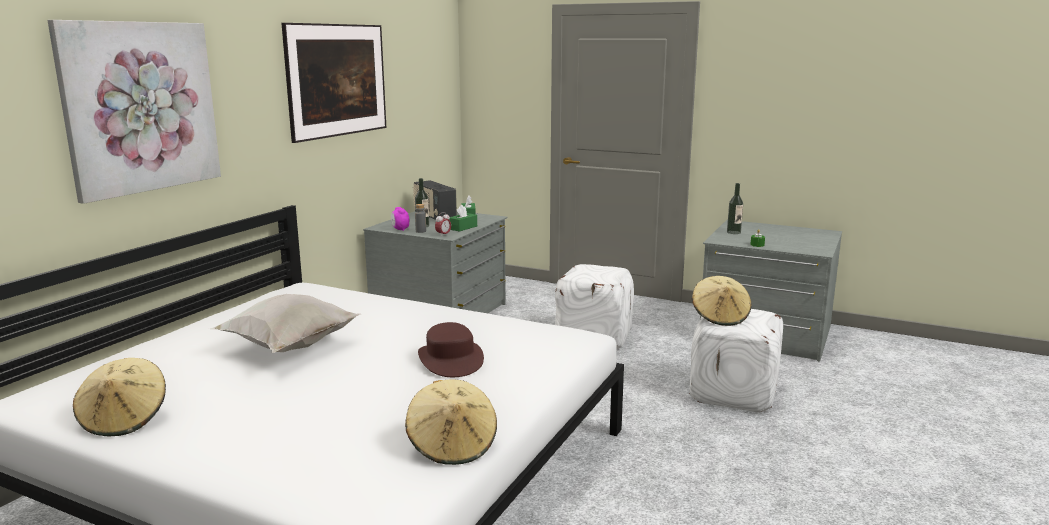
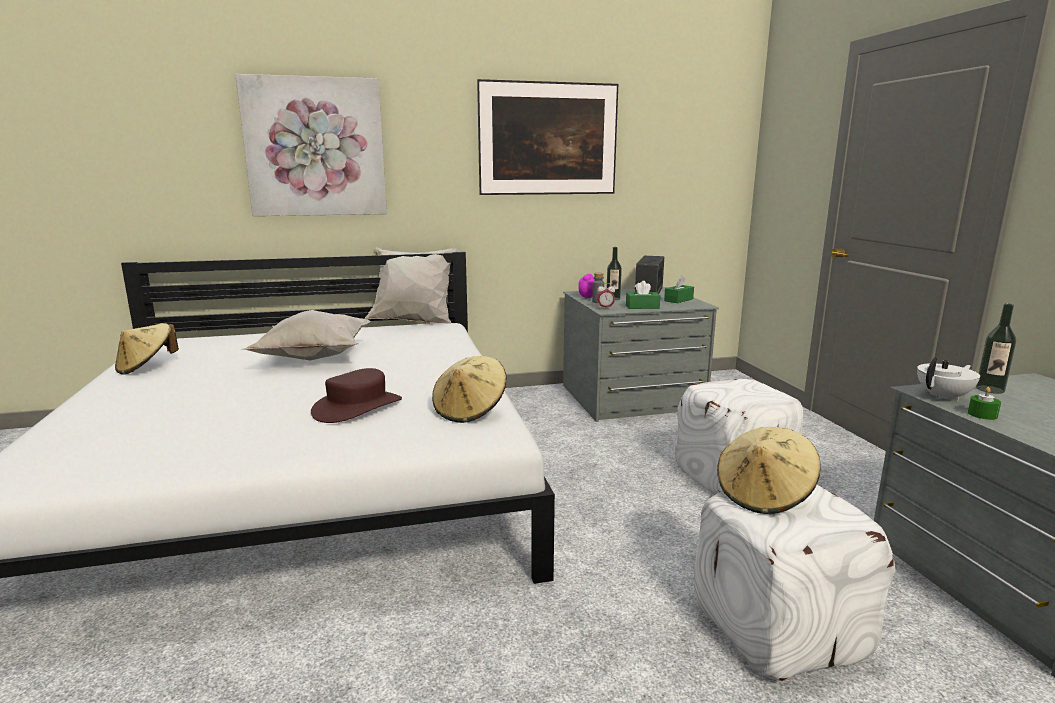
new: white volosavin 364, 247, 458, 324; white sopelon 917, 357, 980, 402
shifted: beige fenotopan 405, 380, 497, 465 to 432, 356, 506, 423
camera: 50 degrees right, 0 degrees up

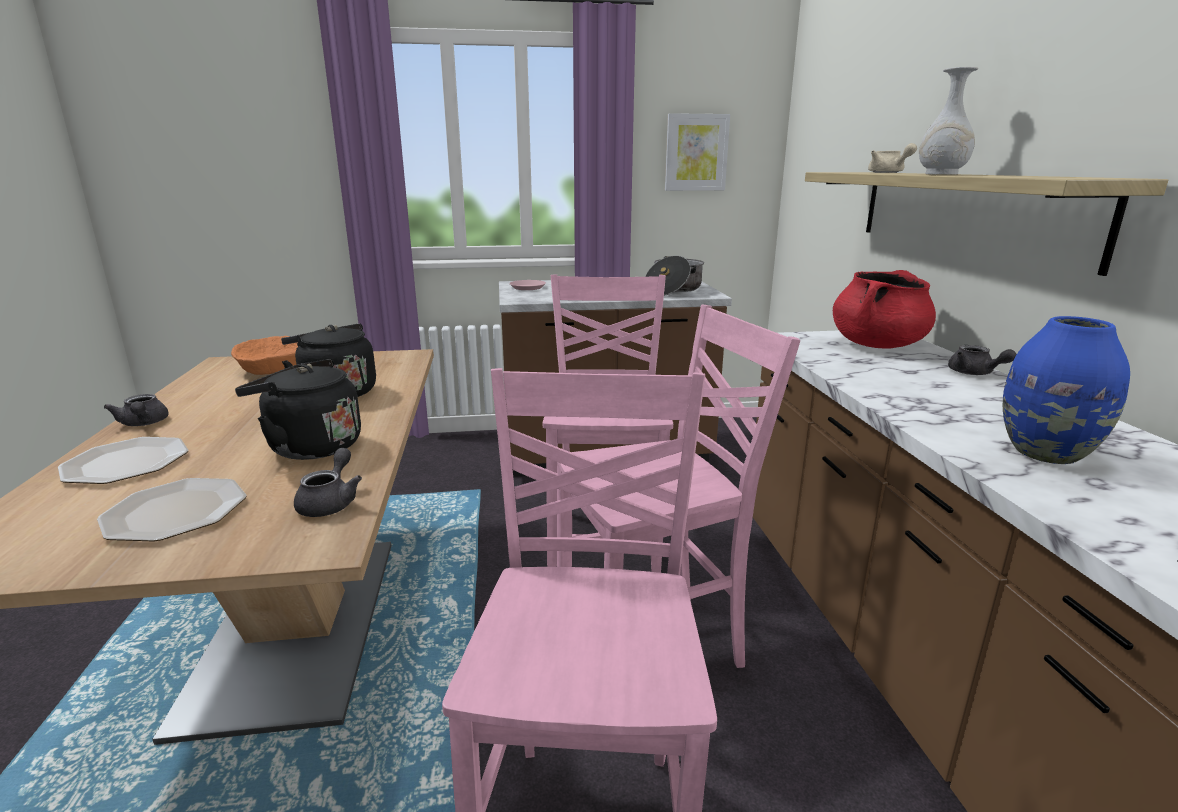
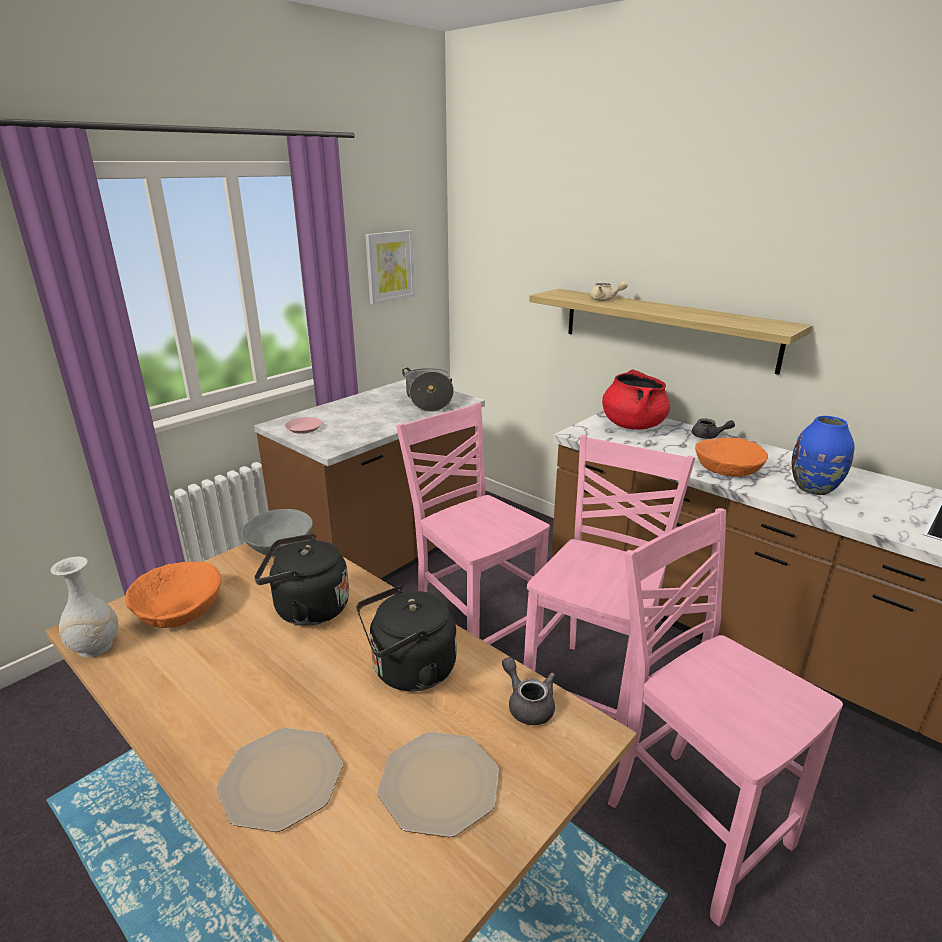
gone: grey sopelon 104, 394, 169, 426
new: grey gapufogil 241, 509, 313, 556; orange gapufogil 695, 438, 768, 477
shifted: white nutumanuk 919, 67, 978, 175 to 50, 556, 118, 657
camera: 40 degrees left, 5 degrees up

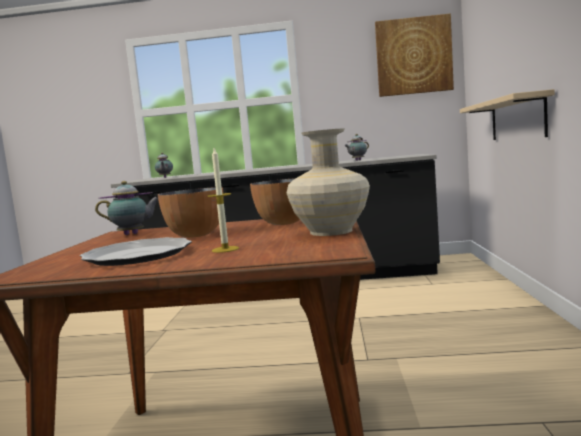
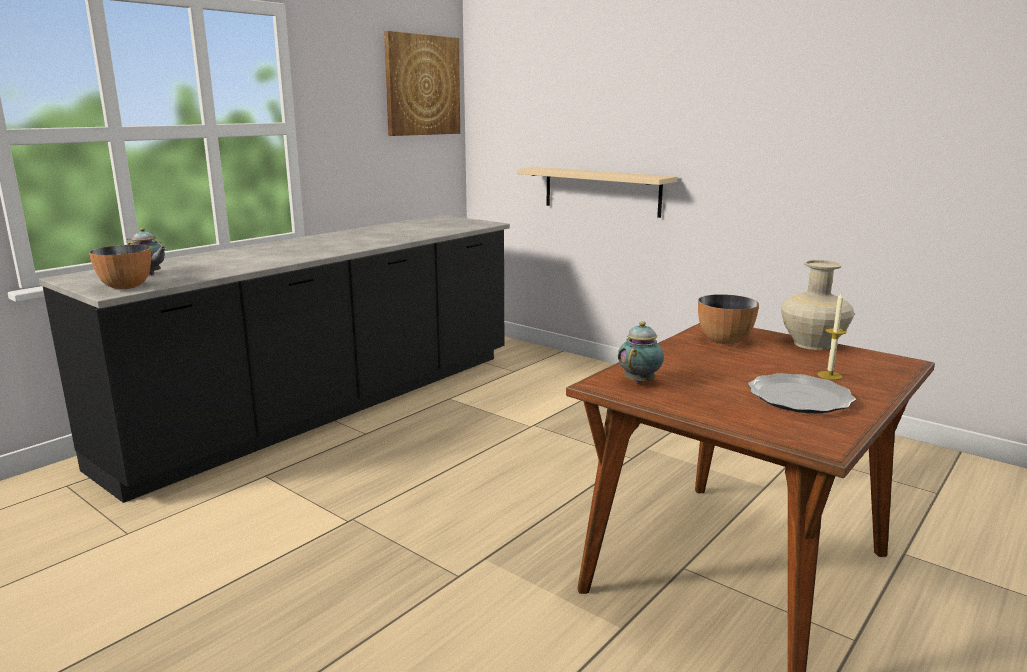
gone: sopelon 344, 134, 369, 161
shifted: gapufogil 158, 187, 223, 238 to 89, 245, 151, 289
camera: 55 degrees left, 10 degrees up

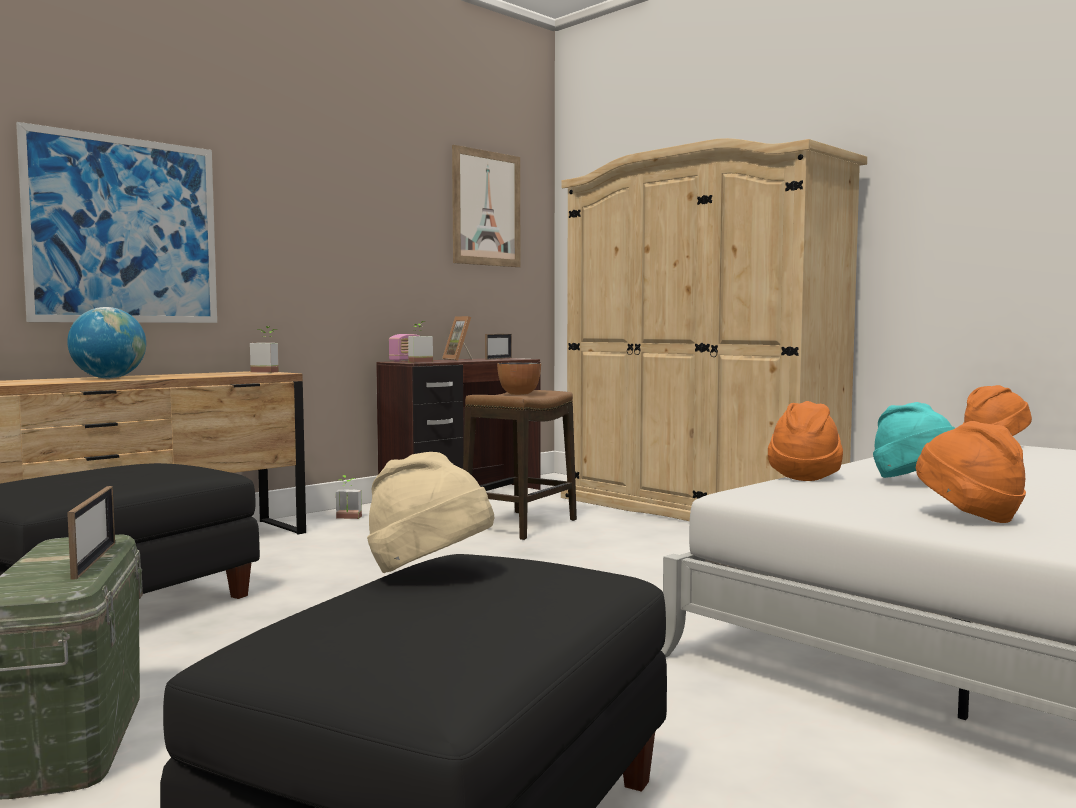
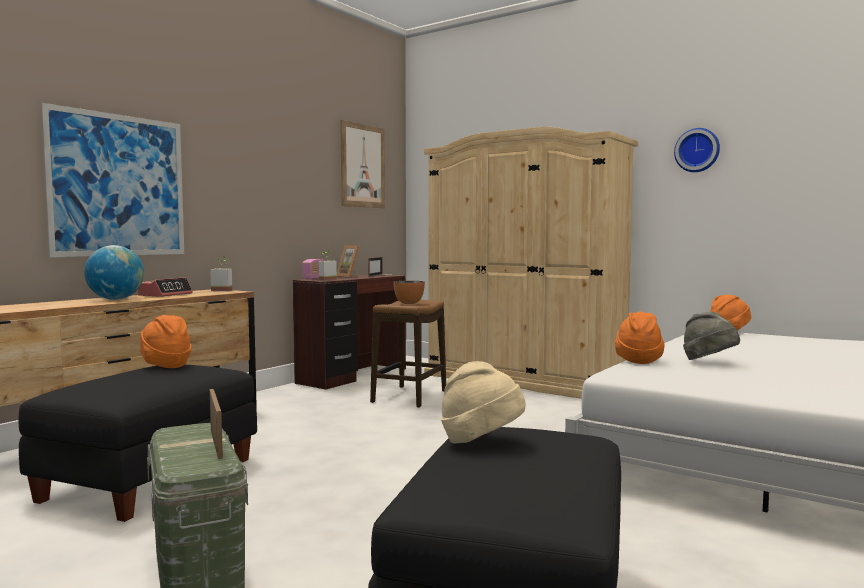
gone: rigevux 336, 475, 362, 519
new: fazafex 138, 278, 193, 297; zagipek 674, 128, 720, 172
shifted: orange fenotopan 916, 421, 1026, 523 to 140, 315, 191, 368
repainted: turquoise fenotopan 873, 402, 955, 478 to grey fenotopan 683, 312, 740, 360
camera: 10 degrees left, 0 degrees up

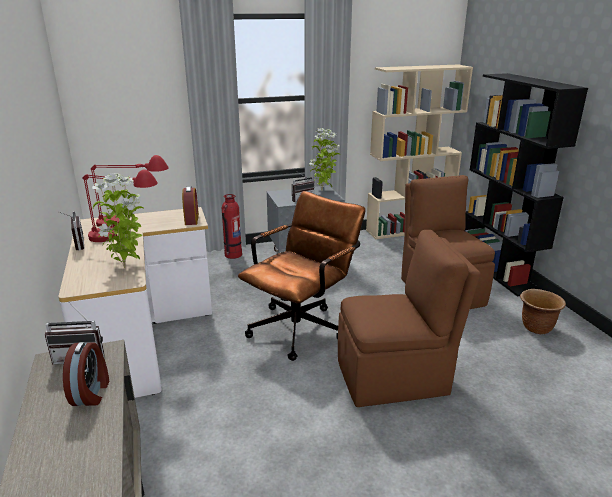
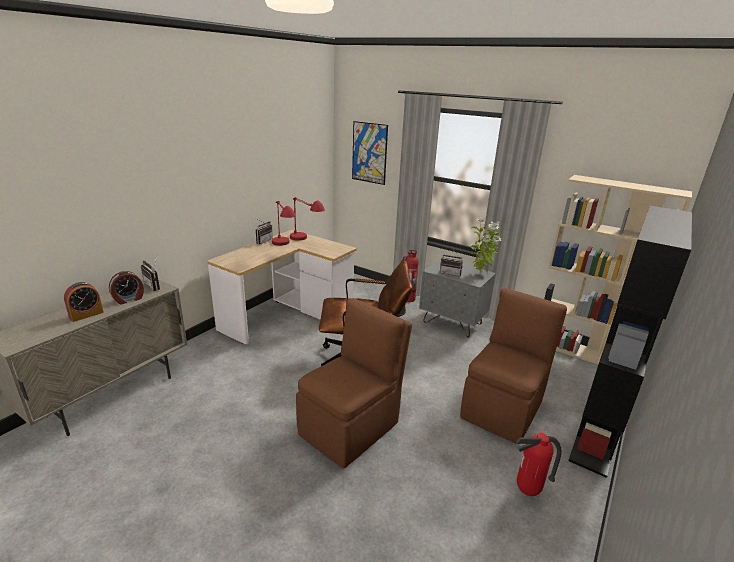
gone: rigevux 92, 173, 144, 268
new: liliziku 352, 121, 388, 185
shifted: fazafex 182, 186, 199, 225 to 64, 282, 104, 322
swapped: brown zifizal 520, 289, 566, 334 to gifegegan 516, 432, 562, 496
rotated: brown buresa 338, 230, 481, 407 = 296, 298, 412, 468 90 degrees counterclockwise
camera: 50 degrees right, 0 degrees up

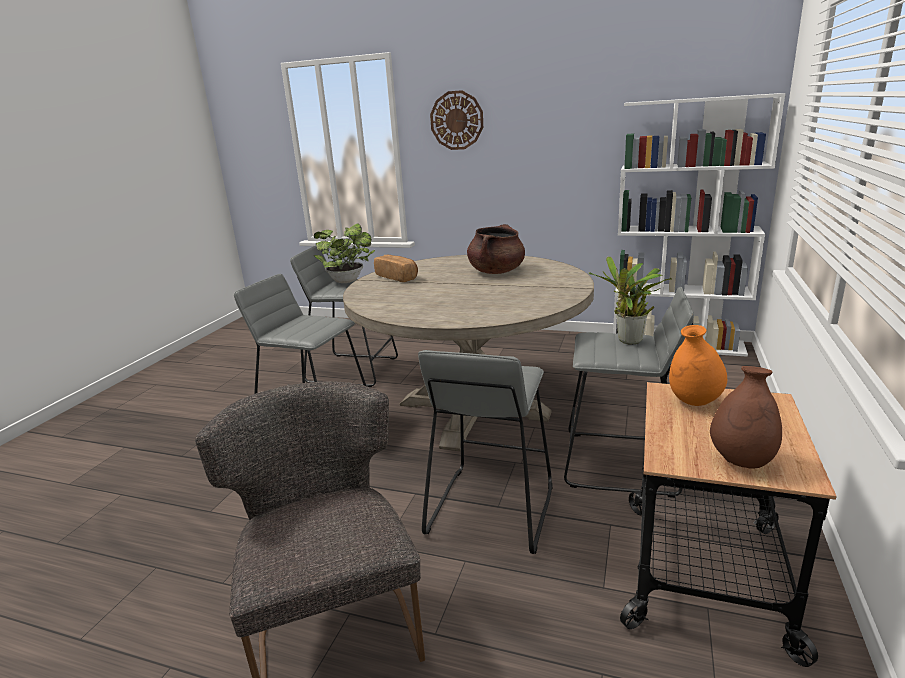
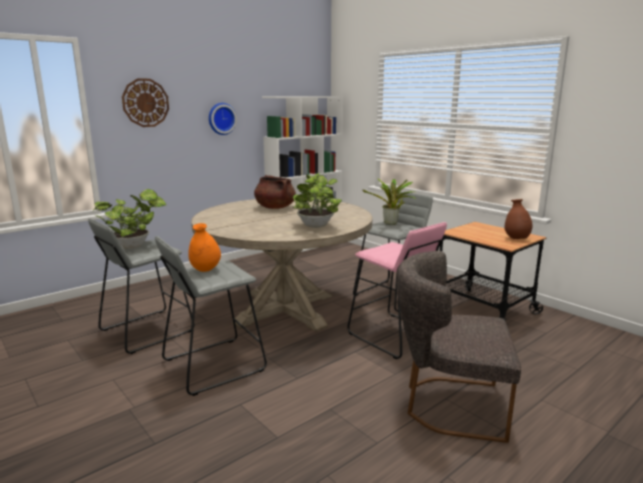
gone: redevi 374, 255, 418, 282
new: zagipek 209, 103, 237, 135; rigevux 292, 173, 342, 228
shifted: orange nutumanuk 669, 325, 727, 406 to 188, 223, 221, 272
repainted: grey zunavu 418, 350, 552, 554 to pink zunavu 347, 222, 447, 359
camera: 60 degrees left, 5 degrees down

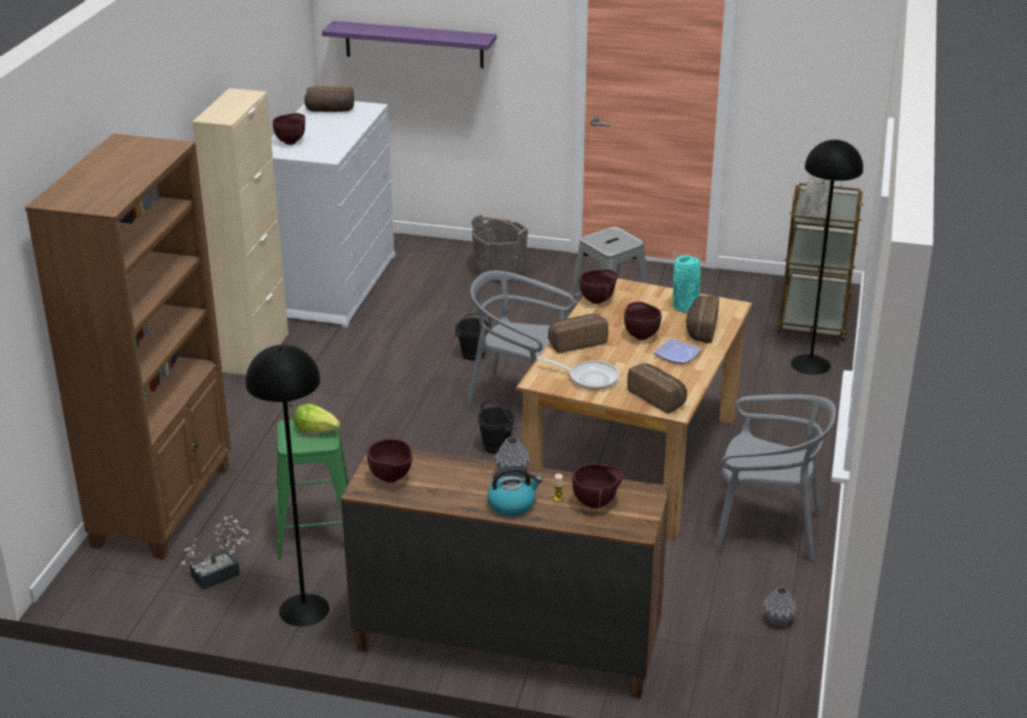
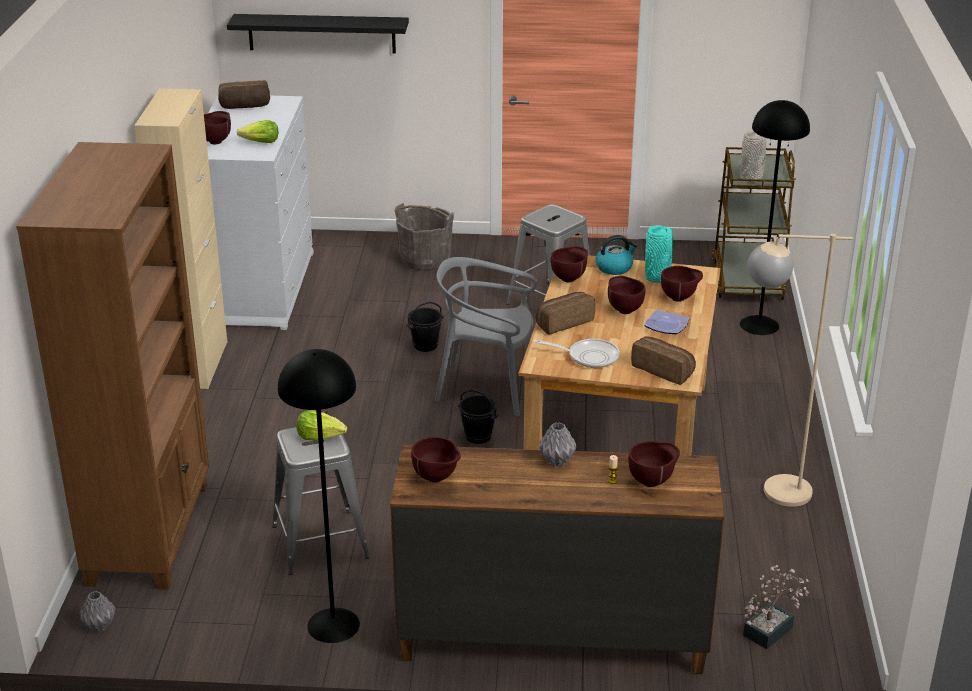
new: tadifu 237, 120, 278, 143
shifted: rigevux 181, 515, 250, 590 to 743, 565, 810, 649; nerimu 487, 466, 542, 516 to 596, 235, 637, 275; grey nutumanuk 763, 587, 797, 626 to 79, 591, 116, 632
swapped: redevi 686, 296, 719, 343 to brown gapufogil 661, 266, 703, 302; grey buresa 714, 394, 836, 561 to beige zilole 747, 233, 853, 507
repainted: green zunavu 276, 419, 349, 558 to grey zunavu 272, 427, 370, 575; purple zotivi 322, 21, 497, 68 to black zotivi 227, 14, 409, 53
camera: 10 degrees left, 0 degrees up

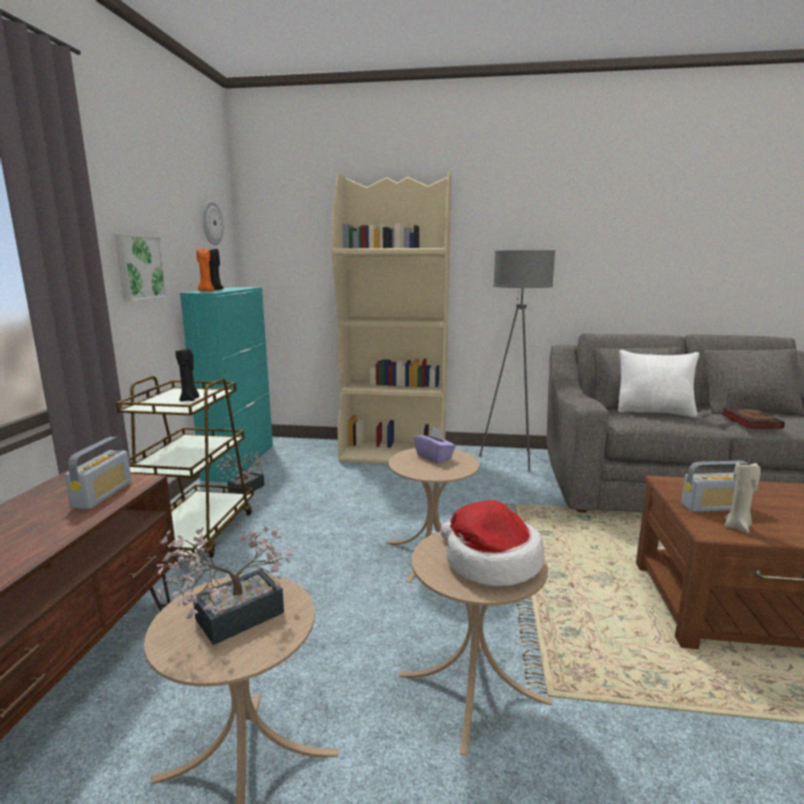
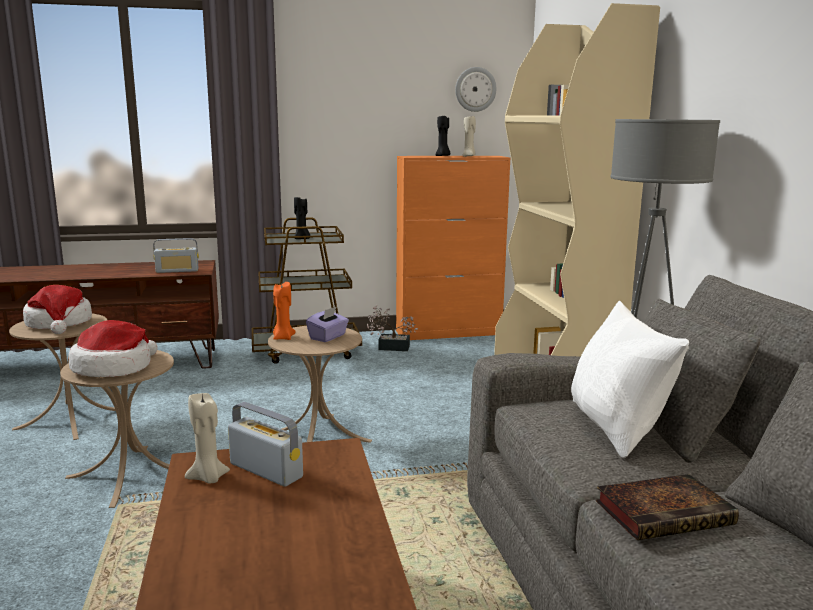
gone: liliziku 114, 234, 167, 302
new: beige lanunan 463, 116, 476, 157
shifted: orange lanunan 196, 248, 215, 291 to 273, 282, 296, 340
swapped: rigevux 156, 526, 291, 645 to fenotopan 23, 285, 92, 334
repainted: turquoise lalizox 180, 287, 273, 482 to orange lalizox 396, 156, 510, 340
rotated: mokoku 681, 461, 750, 512 = 228, 402, 303, 487 150 degrees clockwise
camera: 70 degrees right, 0 degrees up

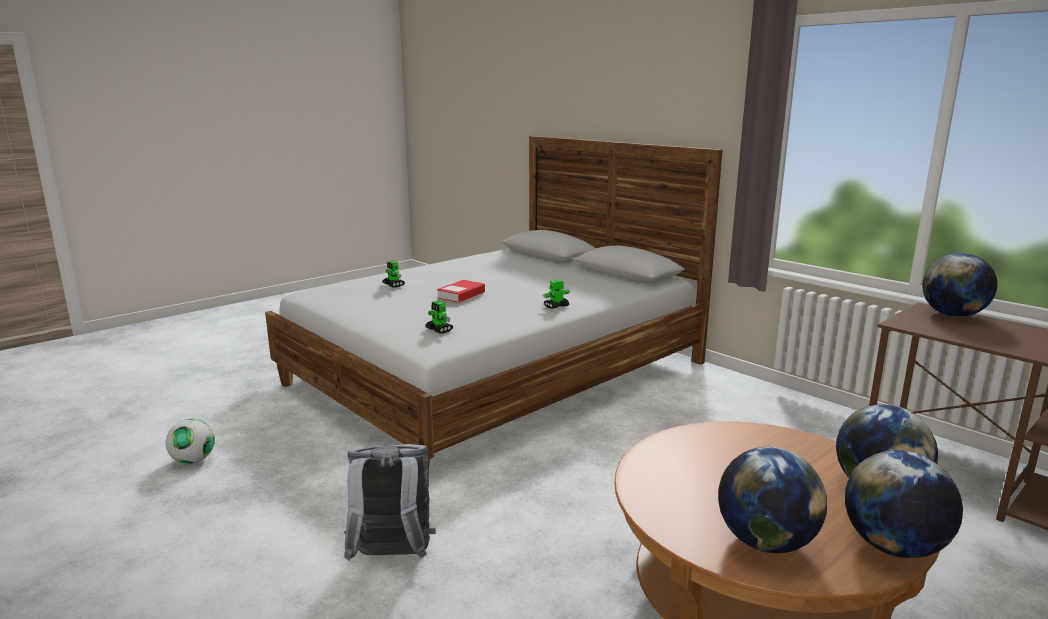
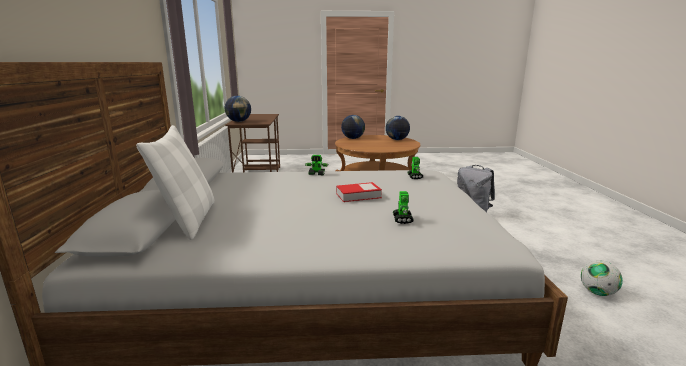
gone: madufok 845, 450, 963, 558
new: white volosavin 136, 125, 215, 240
camera: 140 degrees left, 0 degrees up

